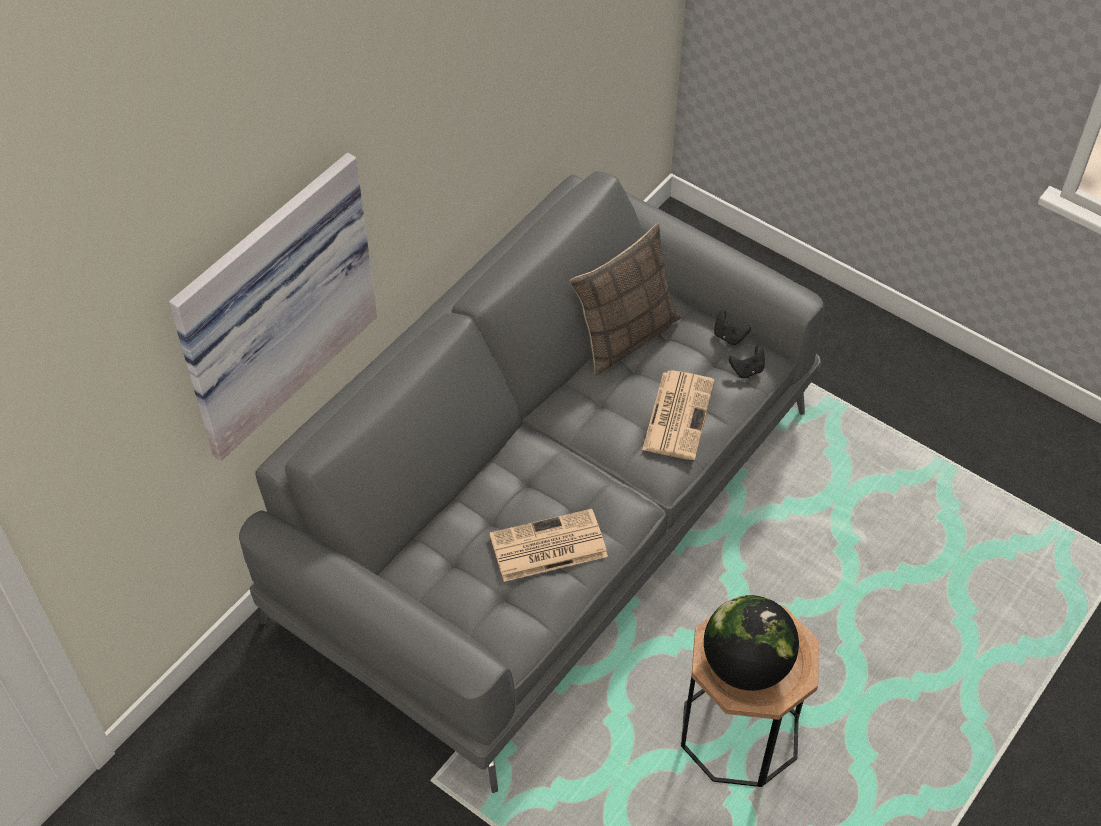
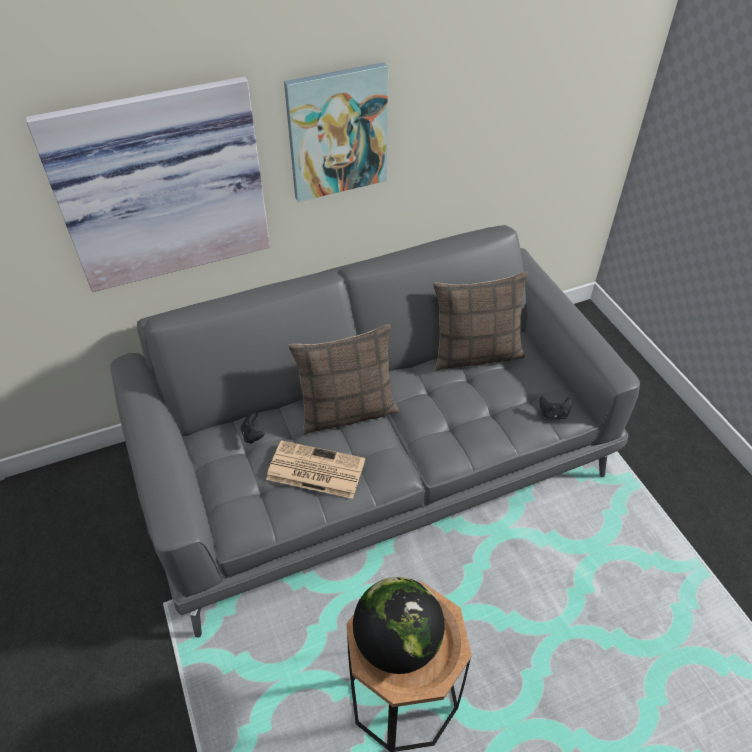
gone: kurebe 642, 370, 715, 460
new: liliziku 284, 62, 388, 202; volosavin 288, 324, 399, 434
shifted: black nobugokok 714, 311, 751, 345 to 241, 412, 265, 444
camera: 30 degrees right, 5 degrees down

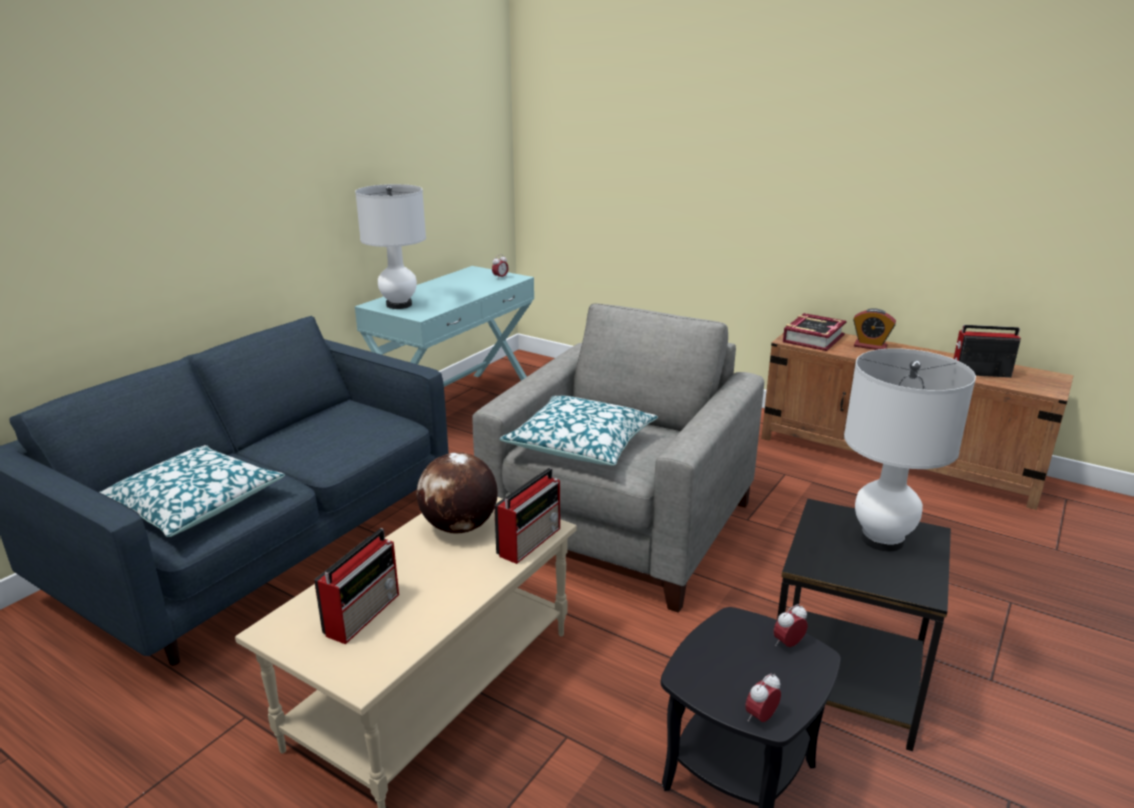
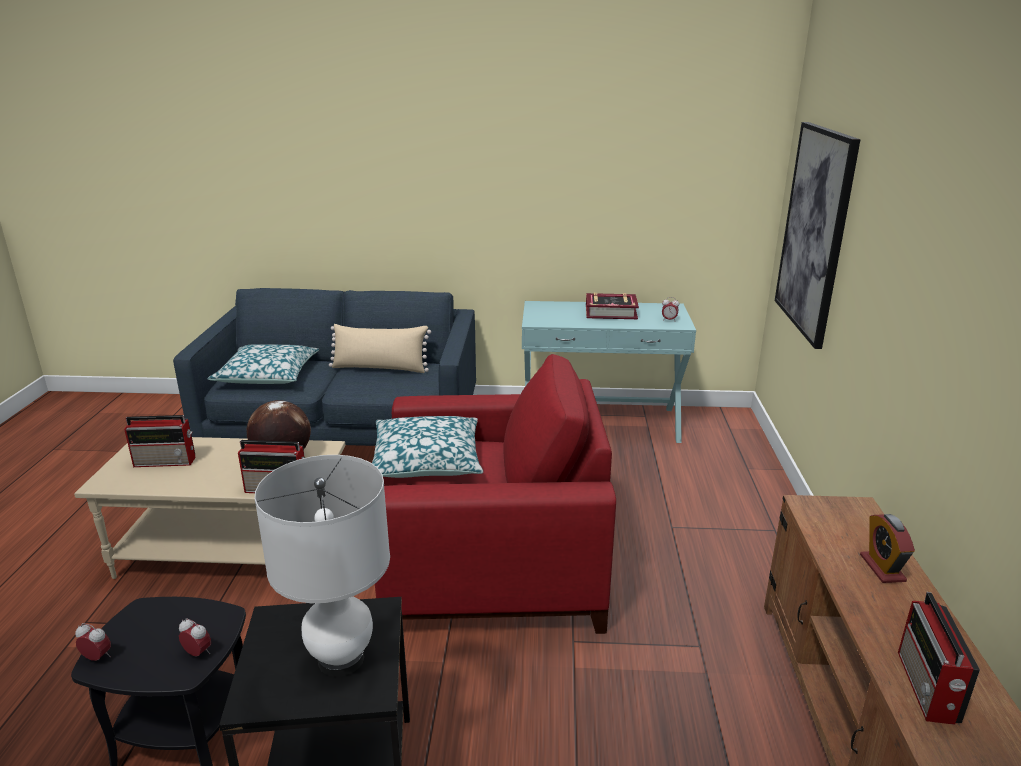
gone: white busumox 355, 184, 426, 309
new: beige volosavin 329, 324, 431, 373; liliziku 775, 122, 861, 349
shifted: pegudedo 783, 313, 847, 351 to 586, 293, 639, 319
repainted: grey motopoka 472, 303, 764, 613 to red motopoka 375, 354, 616, 634
rotated: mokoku 954, 325, 1021, 378 = 898, 592, 980, 725 150 degrees counterclockwise
camera: 60 degrees right, 0 degrees up

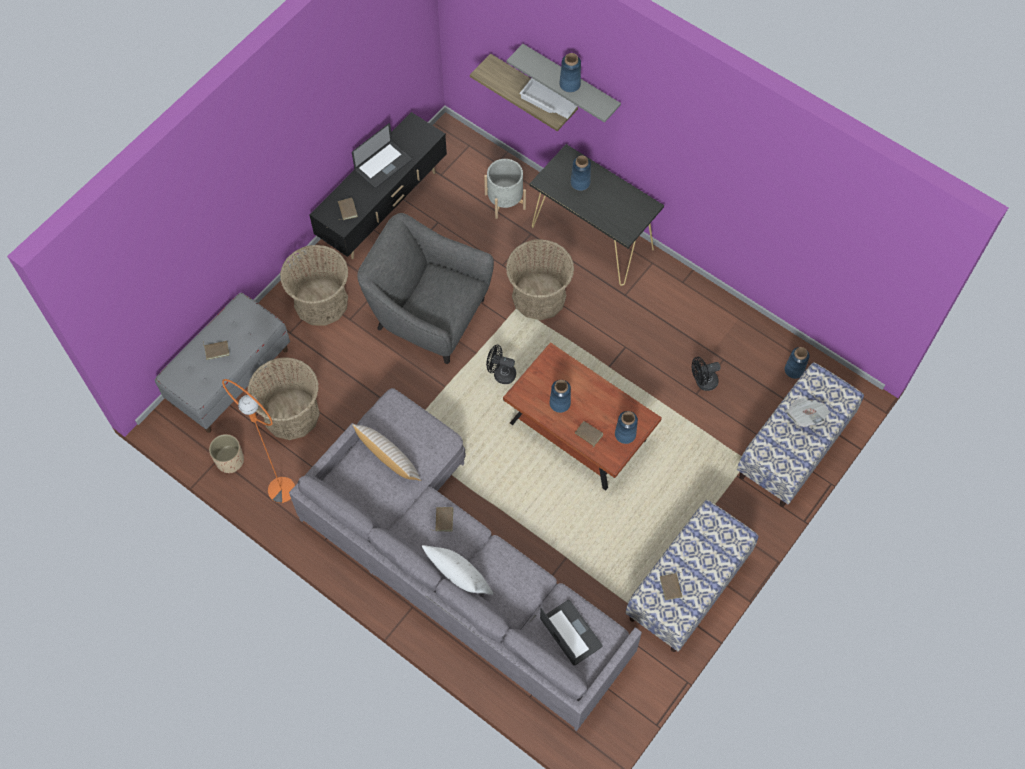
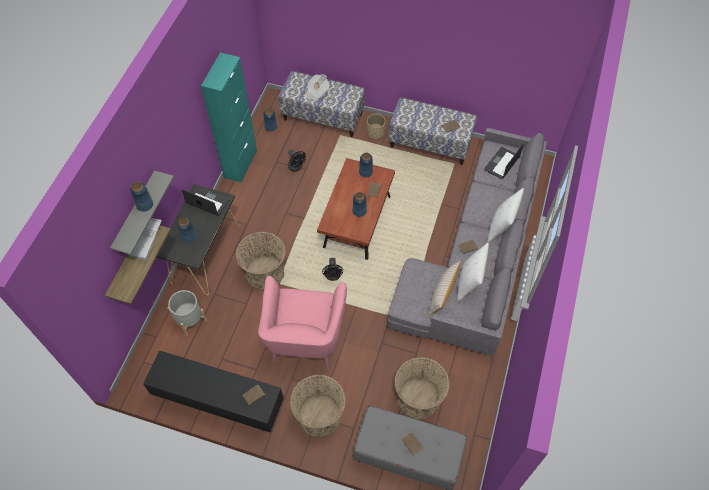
gone: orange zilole 222, 379, 295, 503
new: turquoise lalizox 201, 52, 257, 183; white volosavin 457, 243, 489, 302
shifted: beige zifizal 209, 434, 244, 473 to 367, 114, 386, 139; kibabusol 352, 123, 412, 188 to 181, 186, 229, 216
repainted: grey motopoka 357, 213, 494, 364 to pink motopoka 258, 276, 347, 367
camera: 110 degrees left, 5 degrees down

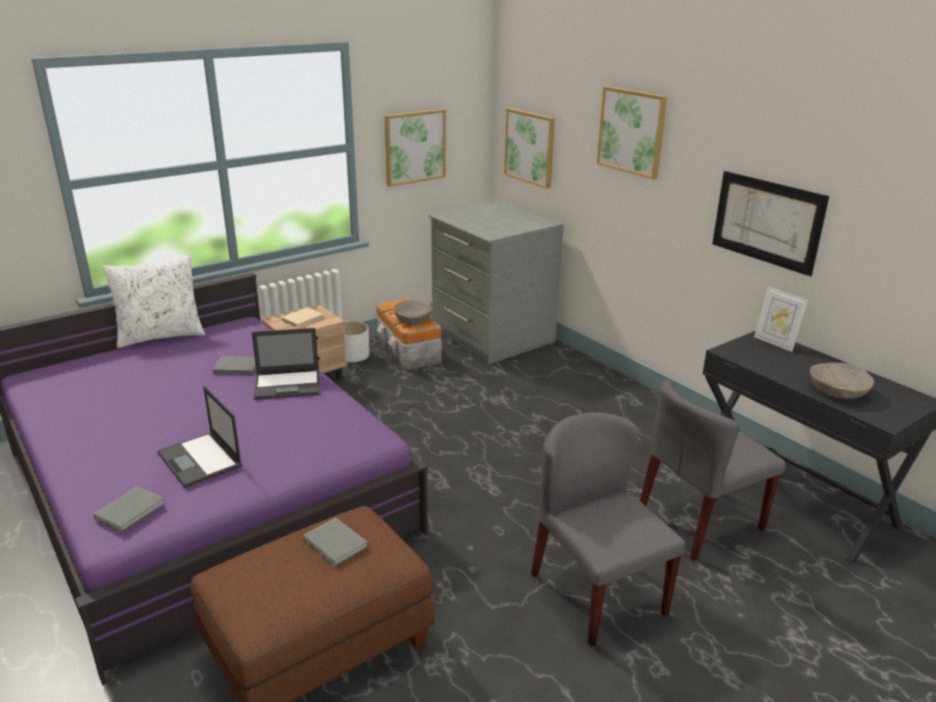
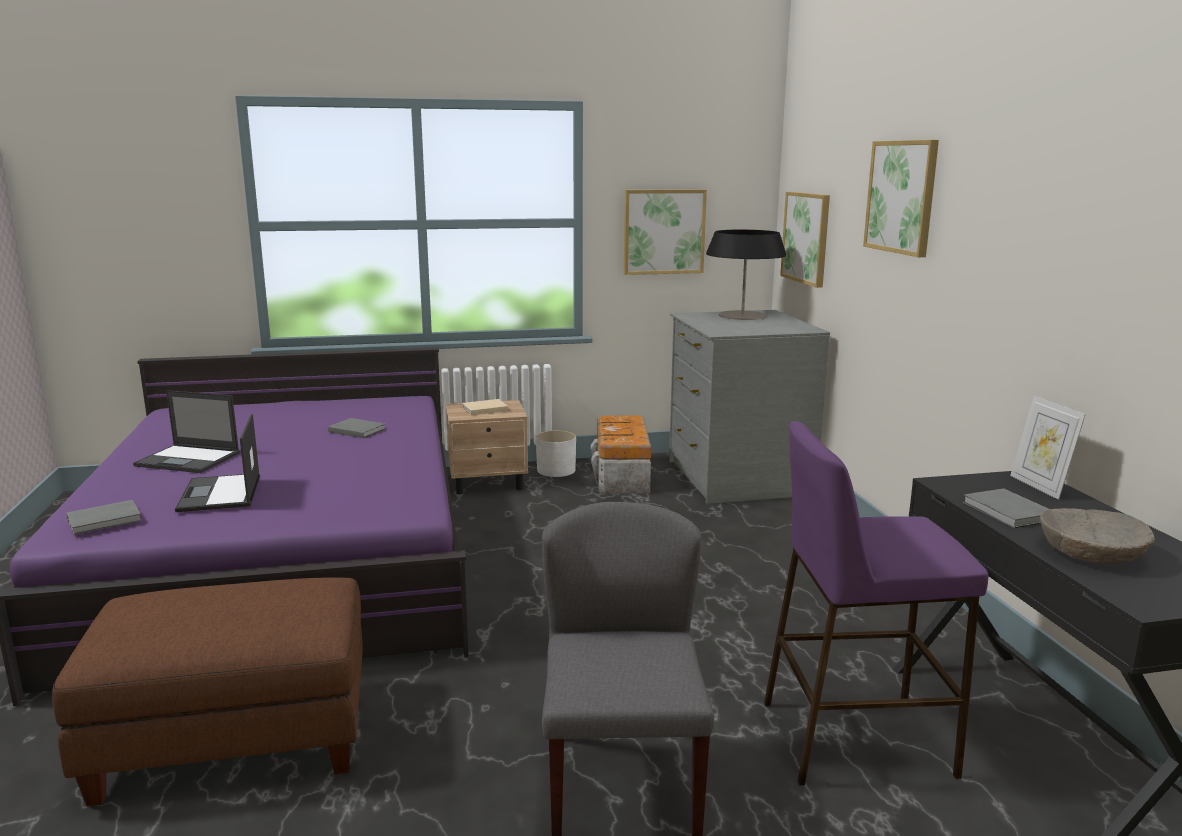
gone: white volosavin 102, 255, 205, 348; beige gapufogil 393, 300, 433, 324; liliziku 712, 171, 829, 276
new: busumox 706, 230, 786, 320
shifted: kibabusol 252, 328, 320, 400 to 133, 390, 240, 473; grey pegudedo 303, 517, 368, 567 to 963, 488, 1048, 528
swapped: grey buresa 640, 380, 786, 561 to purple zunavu 764, 421, 988, 786
camera: 25 degrees right, 10 degrees down

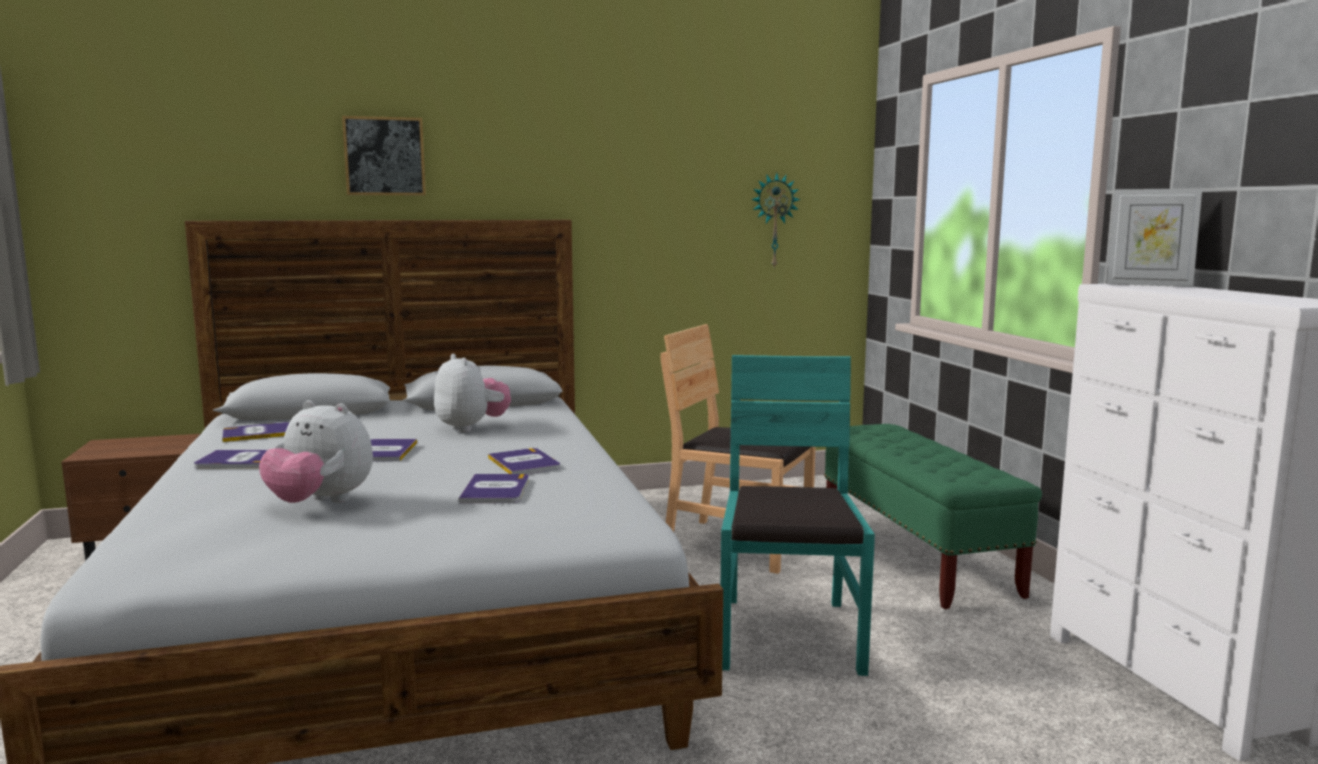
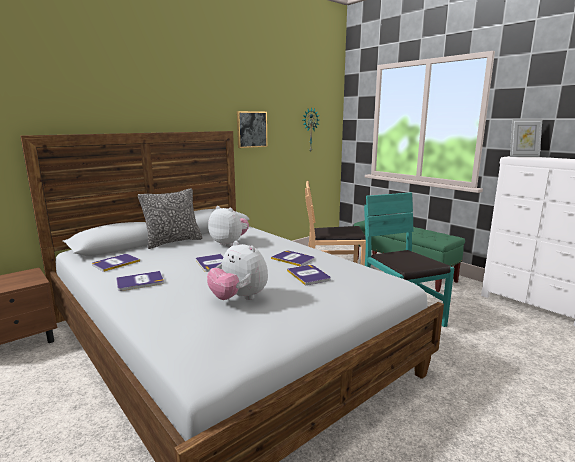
new: volosavin 138, 188, 203, 249
shifted: liliziku 342, 116, 426, 195 to 237, 111, 267, 148
rotated: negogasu 259, 400, 373, 503 = 207, 241, 268, 300 45 degrees clockwise
camera: 25 degrees left, 5 degrees up

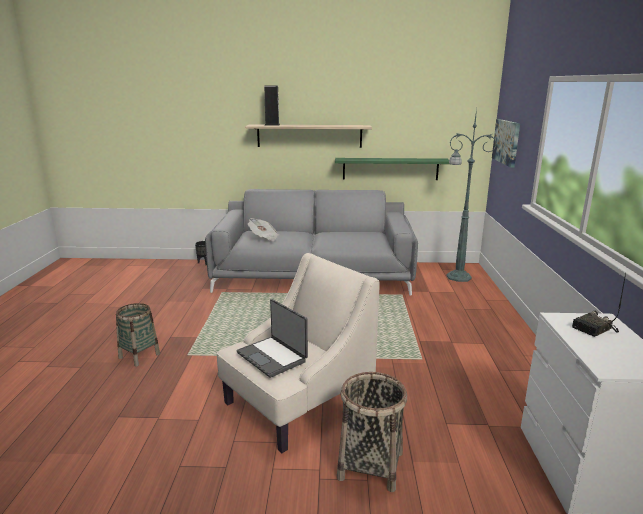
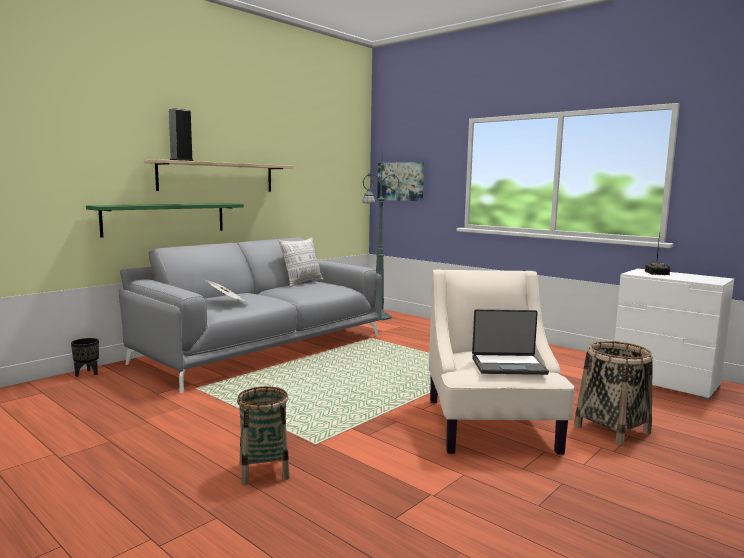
new: volosavin 279, 237, 324, 287
shifted: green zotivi 335, 158, 449, 180 to 86, 203, 244, 237
camera: 50 degrees left, 10 degrees down

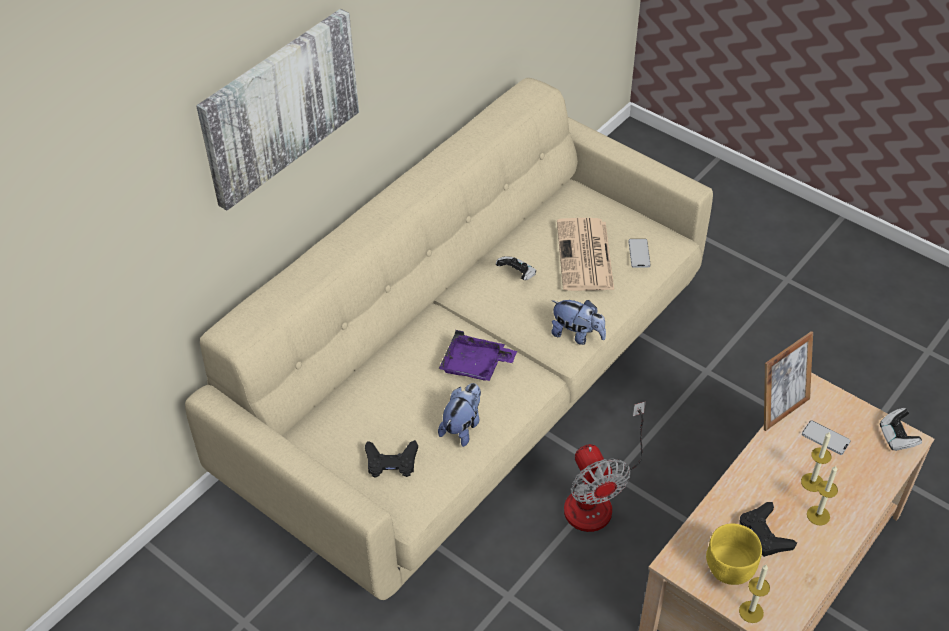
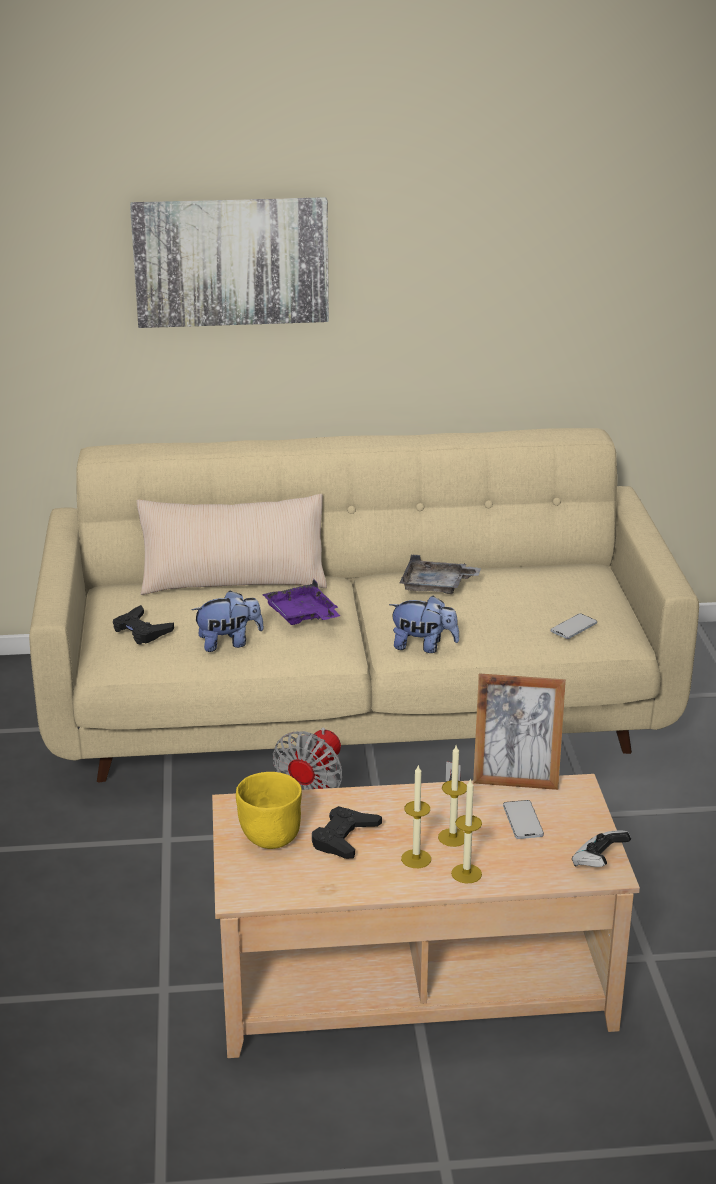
gone: kurebe 557, 218, 614, 291
new: beige volosavin 137, 494, 327, 595
shifted: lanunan 739, 565, 770, 623 to 451, 778, 482, 884
swapped: nobugokok 496, 256, 536, 280 to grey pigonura 399, 555, 481, 594
rotated: negogasu 551, 300, 606, 345 = 389, 596, 459, 653 60 degrees counterclockwise
camera: 45 degrees right, 20 degrees down

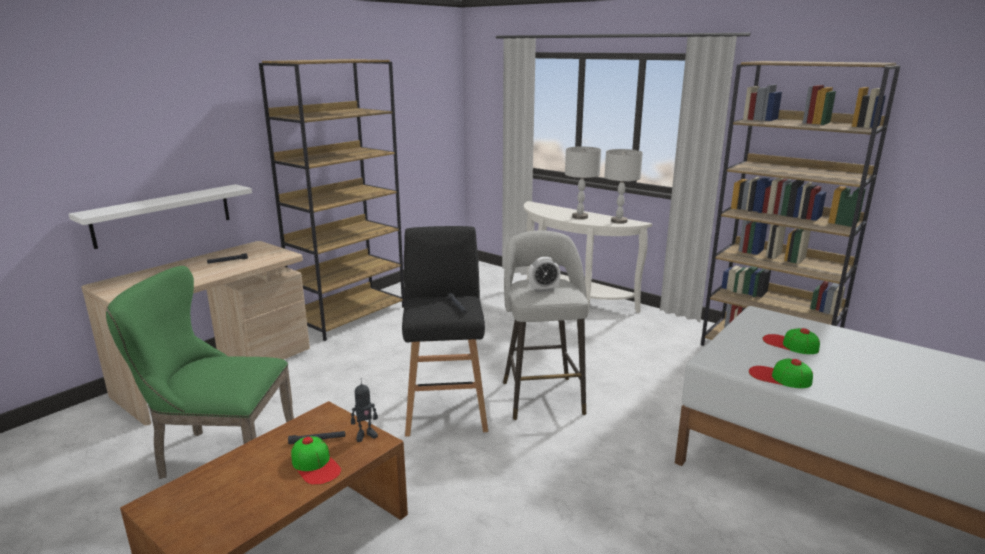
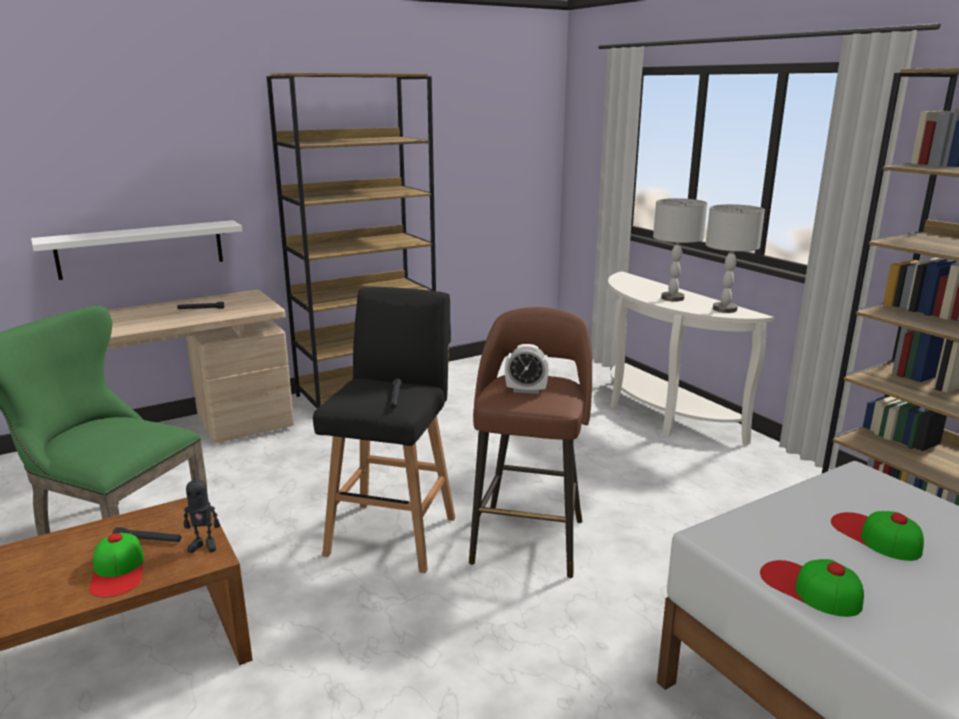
repainted: grey zunavu 503, 230, 589, 420 to brown zunavu 469, 307, 592, 578
camera: 20 degrees right, 0 degrees up

